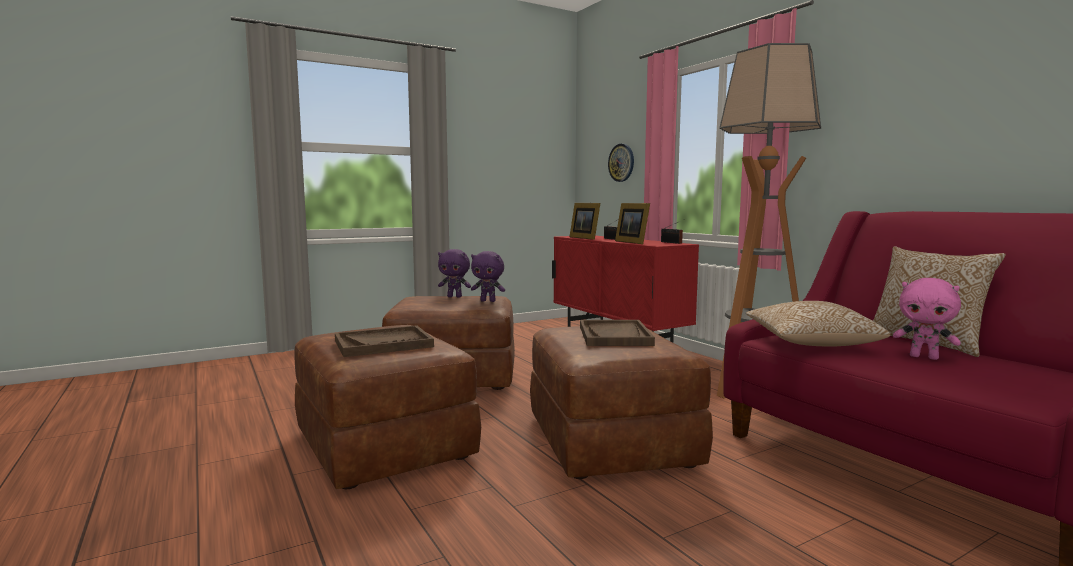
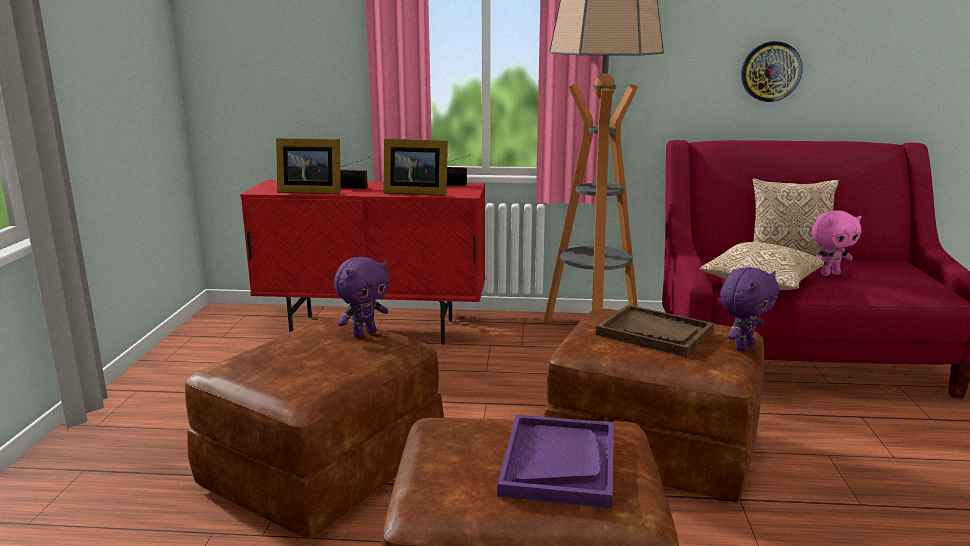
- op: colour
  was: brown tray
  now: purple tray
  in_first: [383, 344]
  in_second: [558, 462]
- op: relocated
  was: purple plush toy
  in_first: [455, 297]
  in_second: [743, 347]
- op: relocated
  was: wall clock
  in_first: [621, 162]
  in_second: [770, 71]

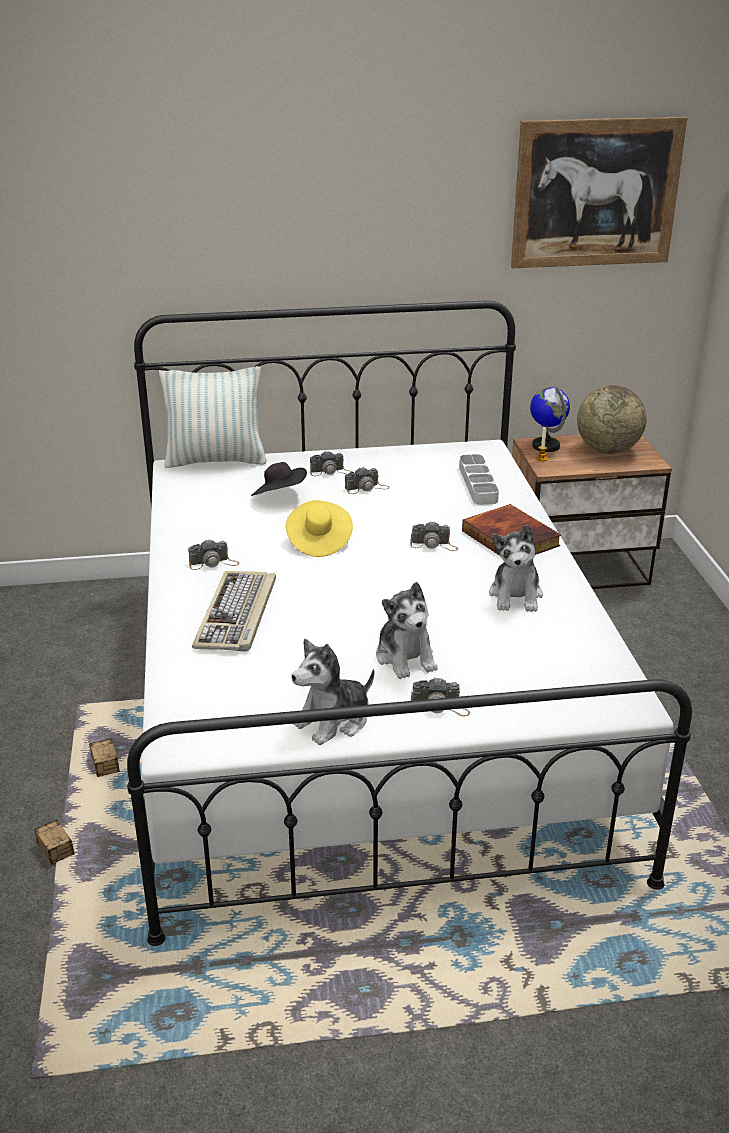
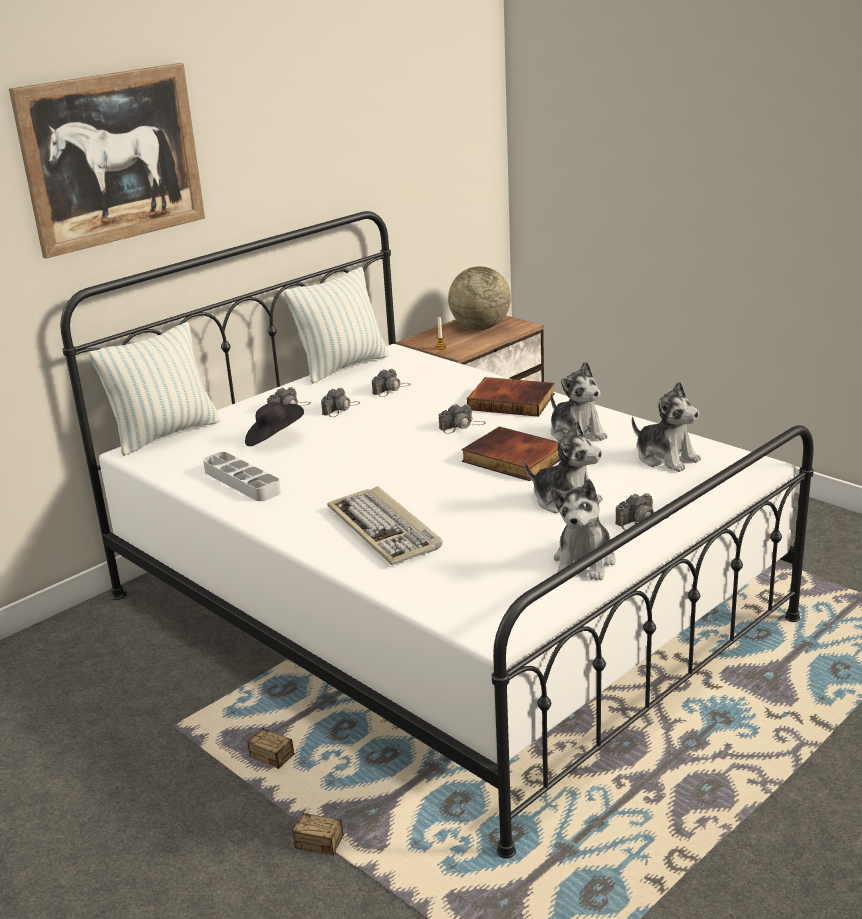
- op: relocated
  was: picture
  in_first: [596, 193]
  in_second: [112, 158]
- op: relocated
  was: grey tray
  in_first: [478, 484]
  in_second: [242, 481]
- op: appeared
  now: pillow
  in_second: [342, 367]
- op: relocated
  was: photo camera
  in_first: [213, 563]
  in_second: [391, 389]
- op: appeared
  now: book
  in_second: [512, 459]
- op: appeared
  now: plush toy
  in_second: [666, 458]
- op: missing
  was: yellow hat
  in_first: [318, 542]
- op: missing
  was: globe
  in_first: [546, 446]

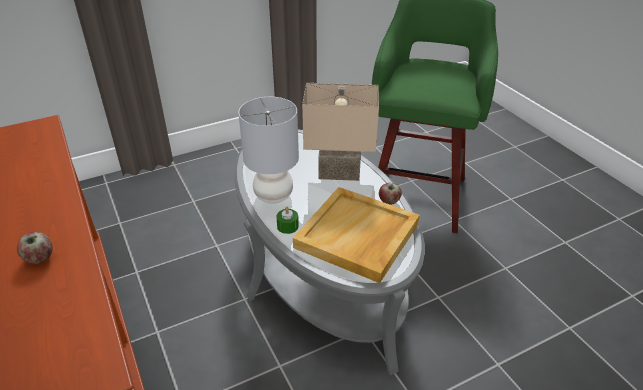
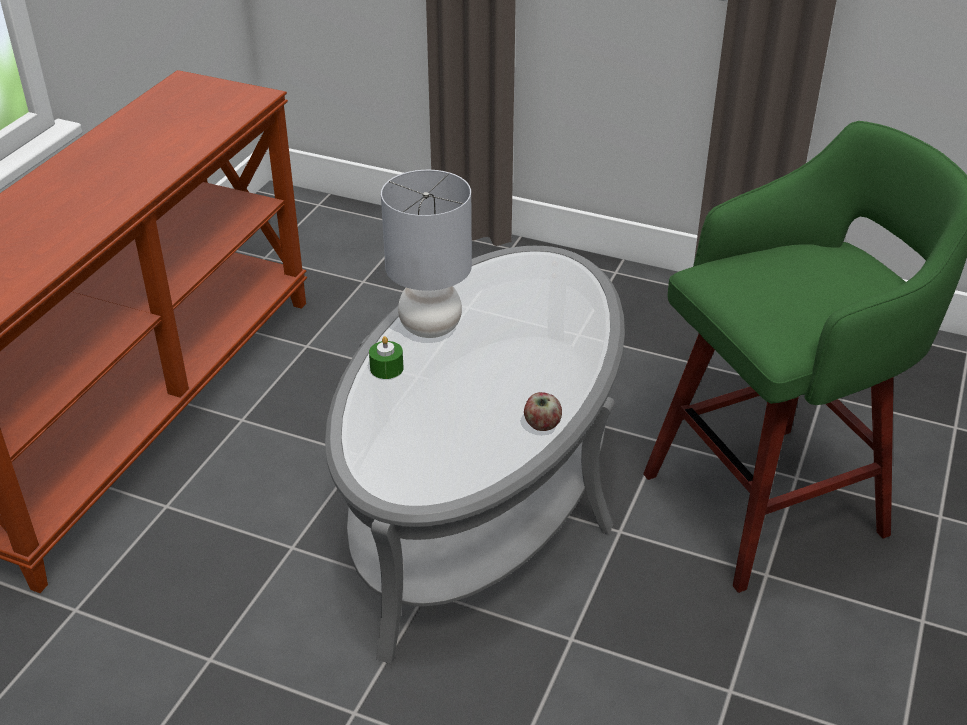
- op: missing
  was: apple
  in_first: [39, 258]
- op: missing
  was: beige tray
  in_first: [357, 236]
- op: missing
  was: beige table lamp
  in_first: [338, 173]

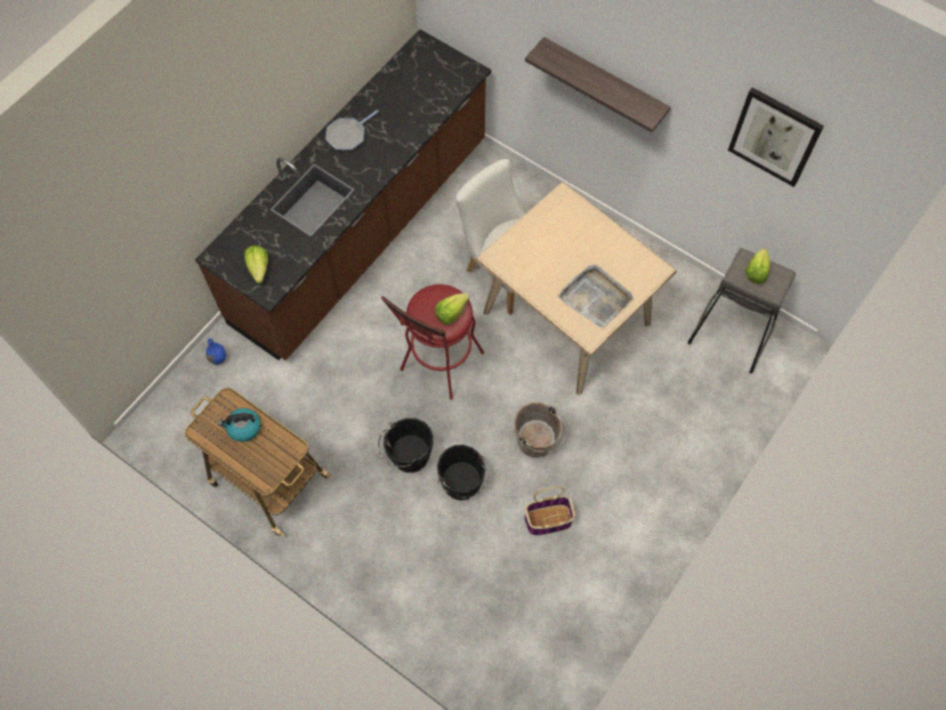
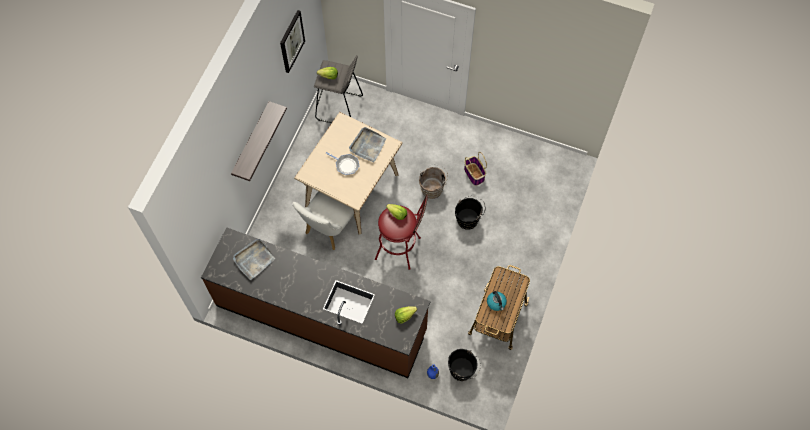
- op: appeared
  now: grey tray
  in_second: [254, 259]
- op: relocated
  was: frying pan
  in_first: [348, 135]
  in_second: [346, 165]
- op: relocated
  was: black bucket
  in_first: [407, 457]
  in_second: [463, 371]

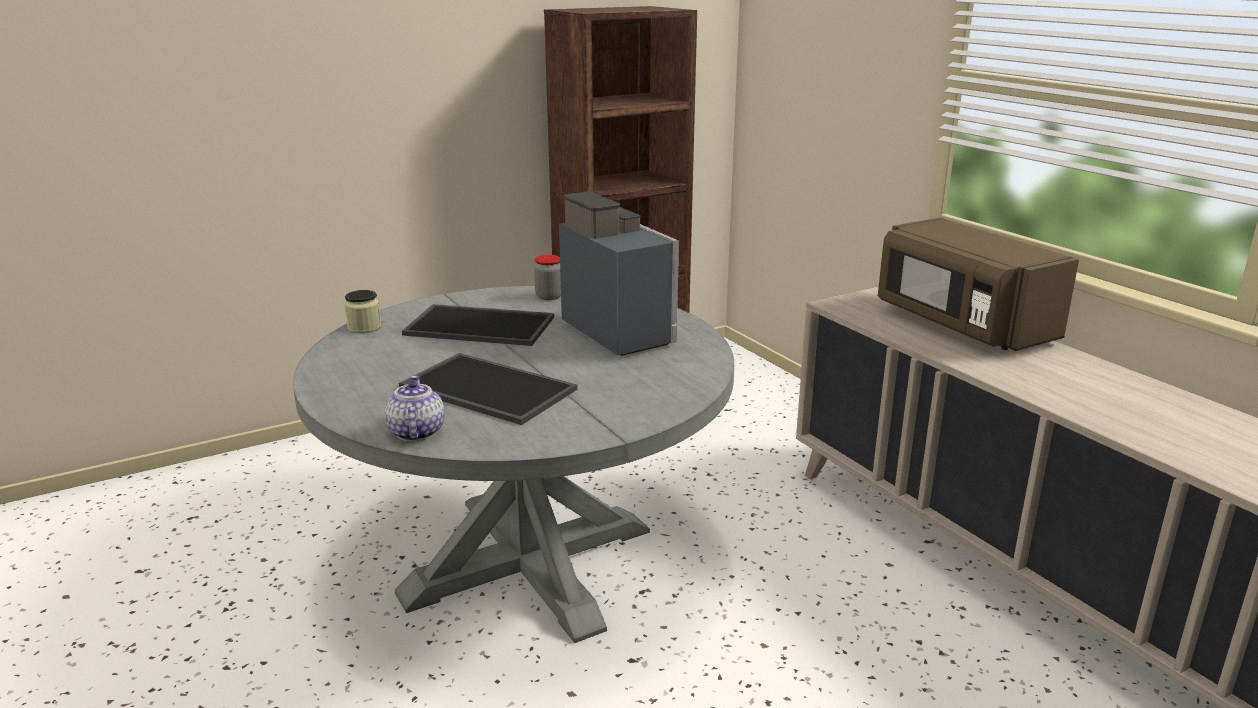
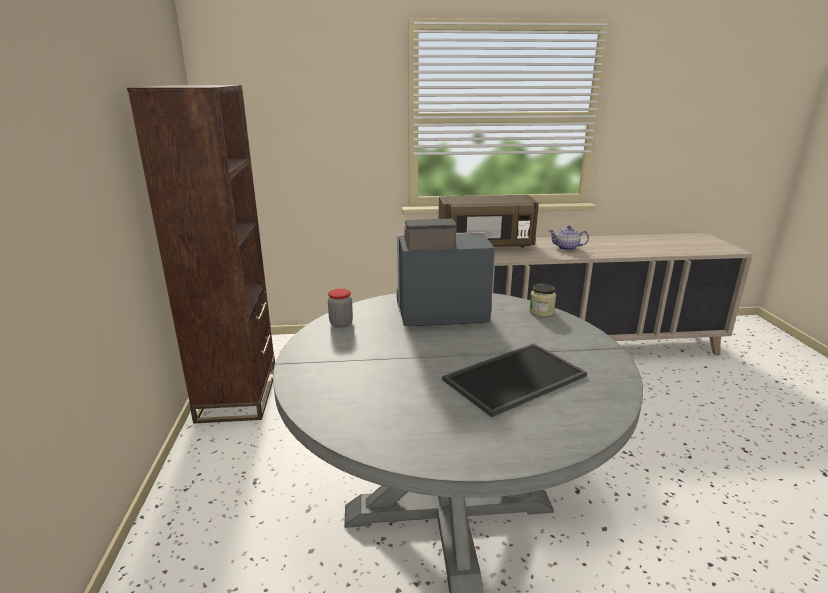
- op: relocated
  was: jar
  in_first: [364, 327]
  in_second: [541, 311]
- op: relocated
  was: teapot
  in_first: [415, 432]
  in_second: [566, 248]
- op: missing
  was: tray
  in_first: [482, 325]

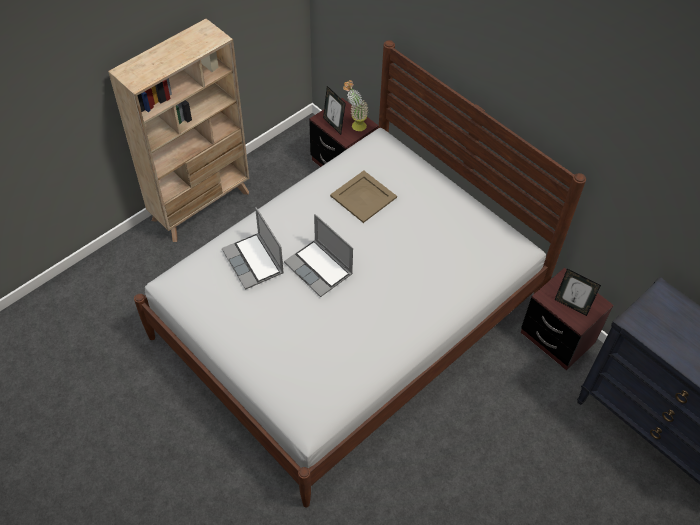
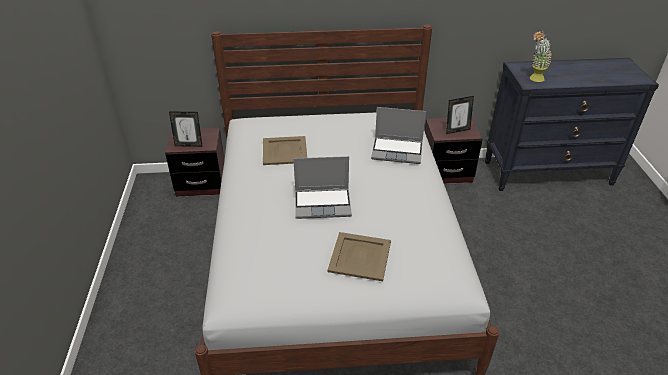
- op: appeared
  now: beige tray
  in_second: [359, 256]
- op: relocated
  was: laptop
  in_first: [254, 262]
  in_second: [398, 151]
- op: relocated
  was: potted plant
  in_first: [355, 125]
  in_second: [534, 79]
- op: missing
  was: beige bookcase
  in_first: [201, 206]

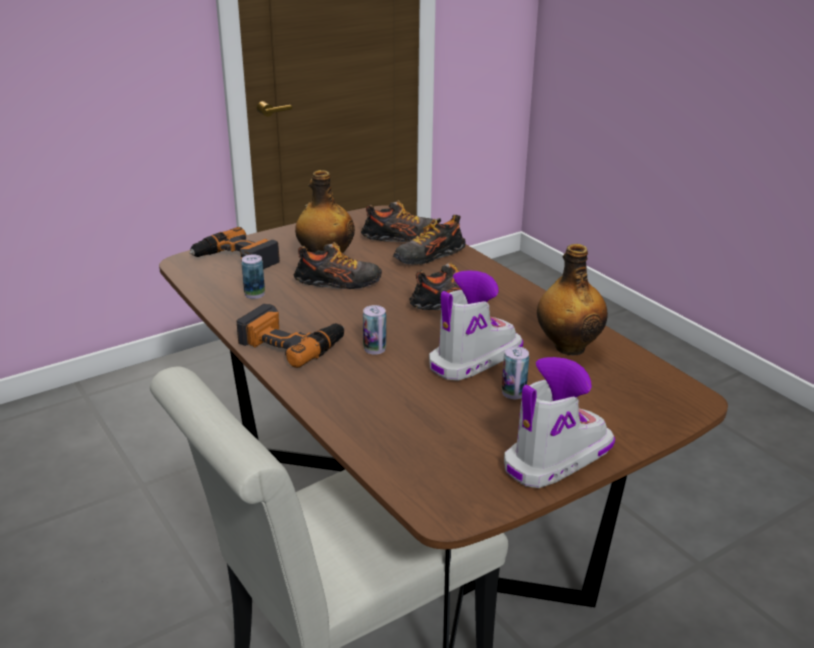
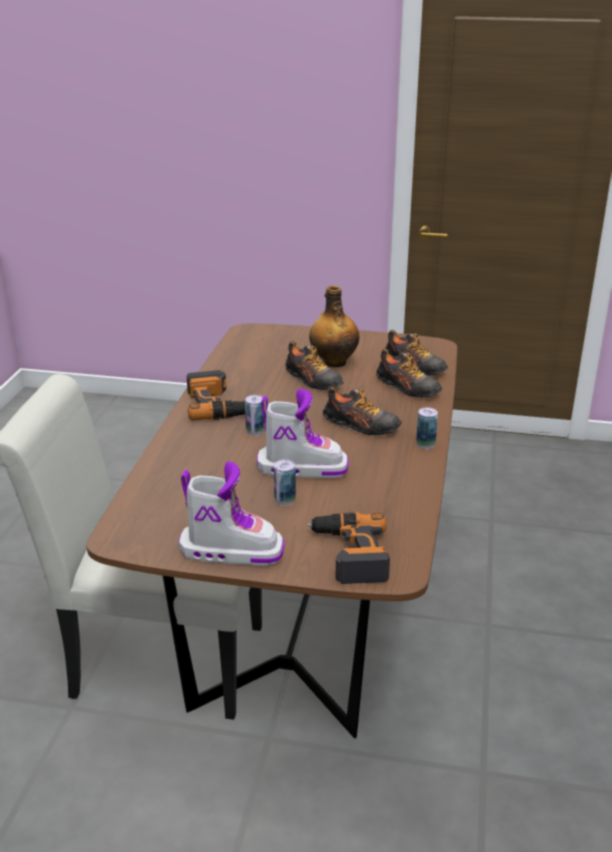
- op: relocated
  was: power drill
  in_first: [235, 259]
  in_second: [349, 554]
- op: spun
  was: shoe
  in_first: [429, 256]
  in_second: [407, 388]
  clockwise: -150
- op: relocated
  was: can
  in_first: [254, 294]
  in_second: [425, 444]
- op: missing
  was: bottle
  in_first: [568, 346]

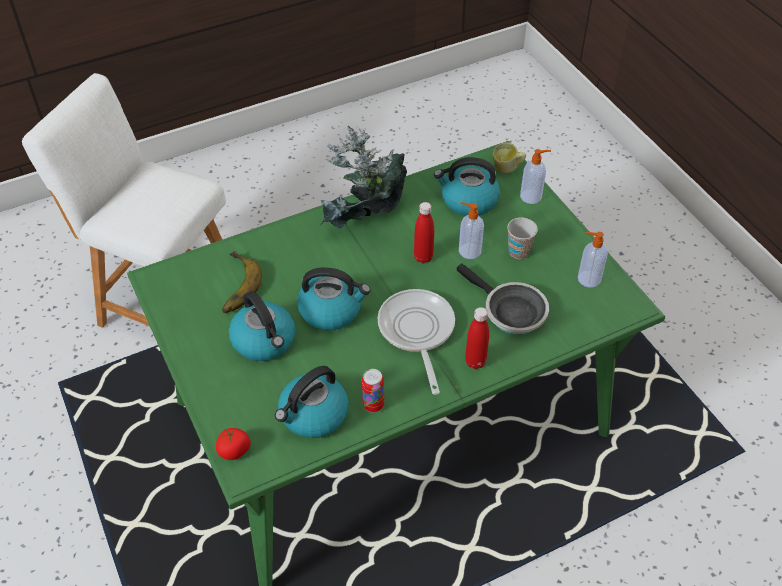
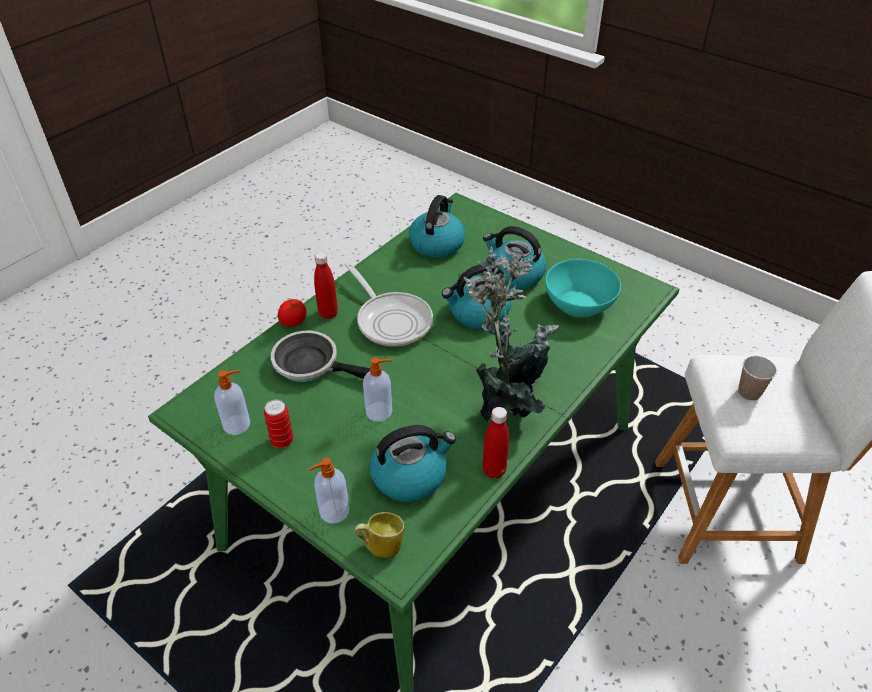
- op: relocated
  was: can
  in_first: [373, 405]
  in_second: [282, 441]
- op: relocated
  was: tomato
  in_first: [234, 450]
  in_second: [293, 321]
- op: relocated
  was: red bottle
  in_first: [423, 257]
  in_second: [494, 470]
- op: exchanged
  was: banana
  now: turquoise bowl
  in_first: [233, 286]
  in_second: [578, 304]
- op: relocated
  was: cup
  in_first: [518, 252]
  in_second: [749, 393]

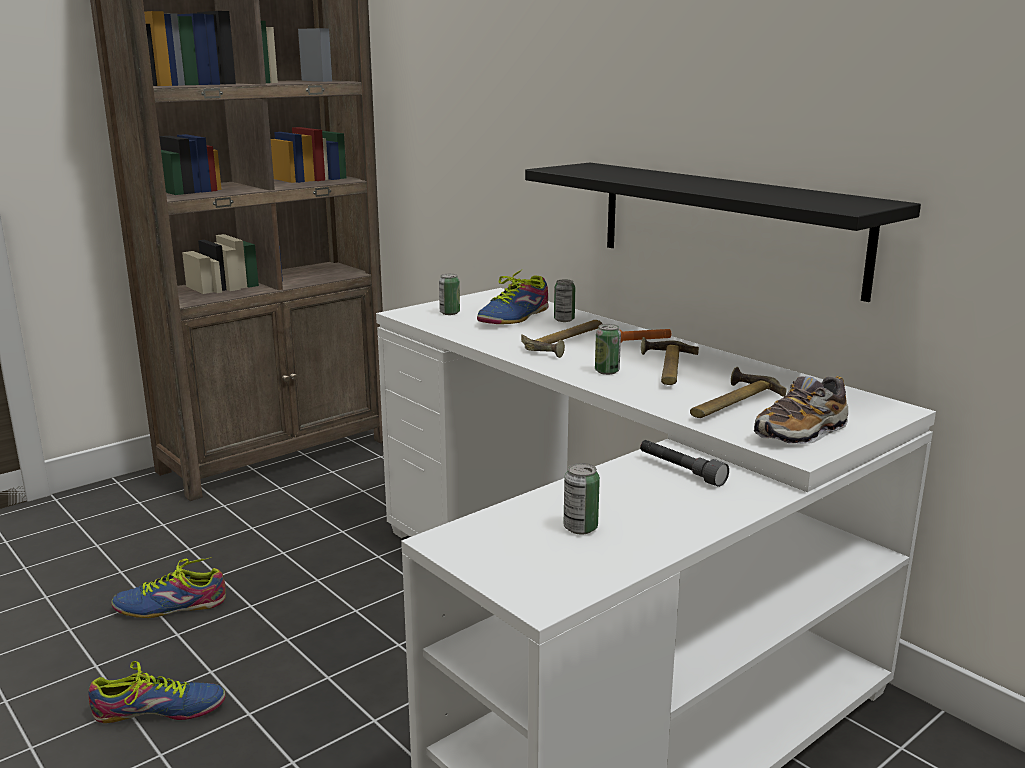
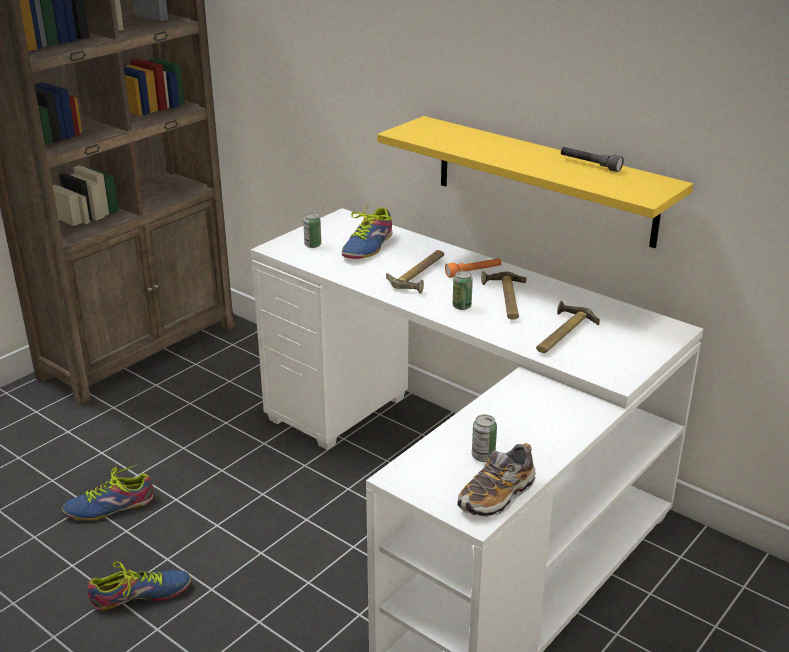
- op: colour
  was: black shelf
  now: yellow shelf
  in_first: [727, 226]
  in_second: [544, 180]
- op: relocated
  was: shoe
  in_first: [801, 433]
  in_second: [497, 496]
- op: relocated
  was: grey flashlight
  in_first: [680, 471]
  in_second: [589, 165]
- op: missing
  was: can
  in_first: [564, 320]

